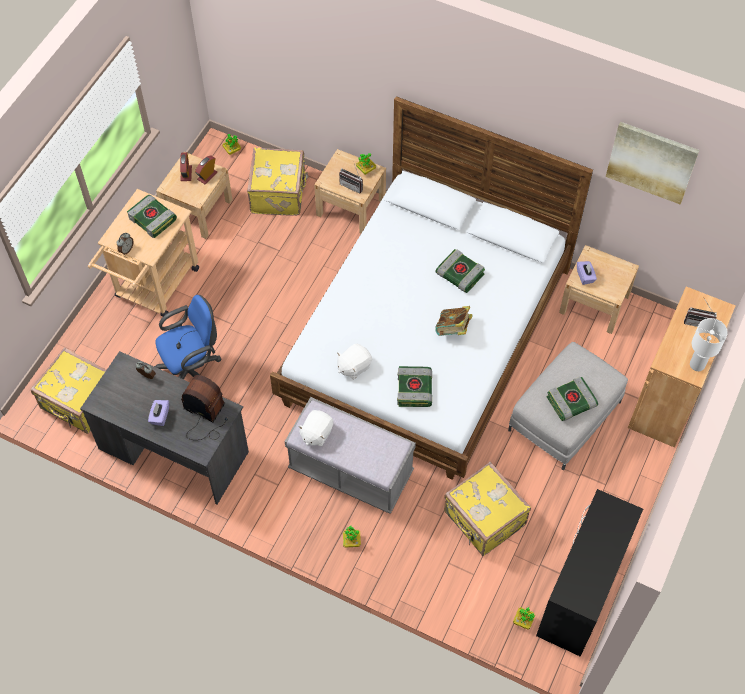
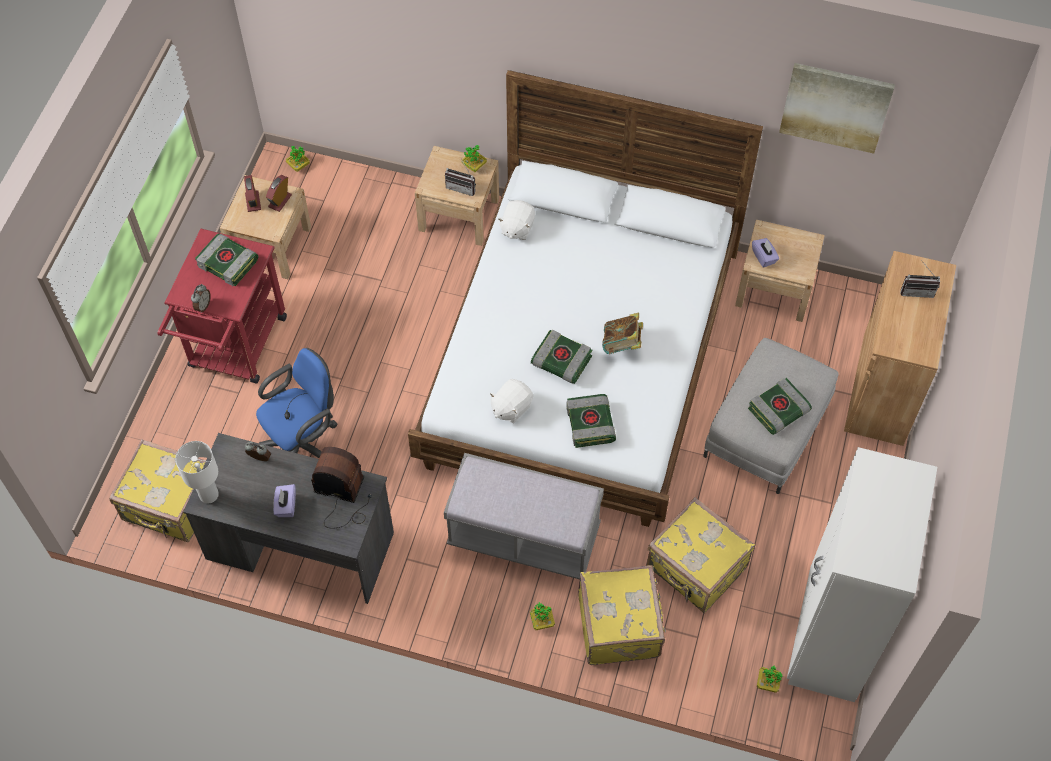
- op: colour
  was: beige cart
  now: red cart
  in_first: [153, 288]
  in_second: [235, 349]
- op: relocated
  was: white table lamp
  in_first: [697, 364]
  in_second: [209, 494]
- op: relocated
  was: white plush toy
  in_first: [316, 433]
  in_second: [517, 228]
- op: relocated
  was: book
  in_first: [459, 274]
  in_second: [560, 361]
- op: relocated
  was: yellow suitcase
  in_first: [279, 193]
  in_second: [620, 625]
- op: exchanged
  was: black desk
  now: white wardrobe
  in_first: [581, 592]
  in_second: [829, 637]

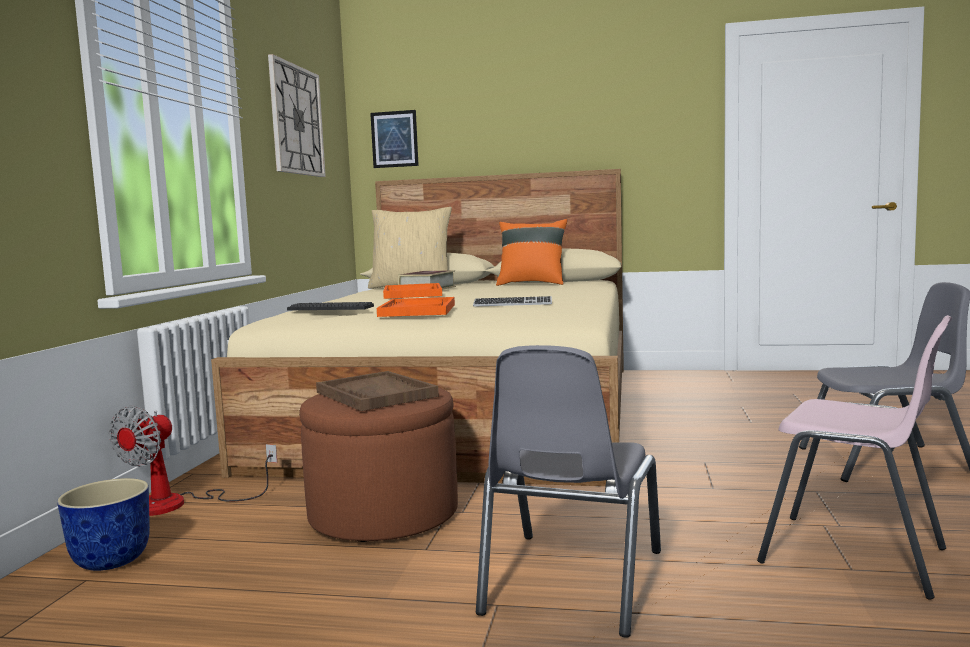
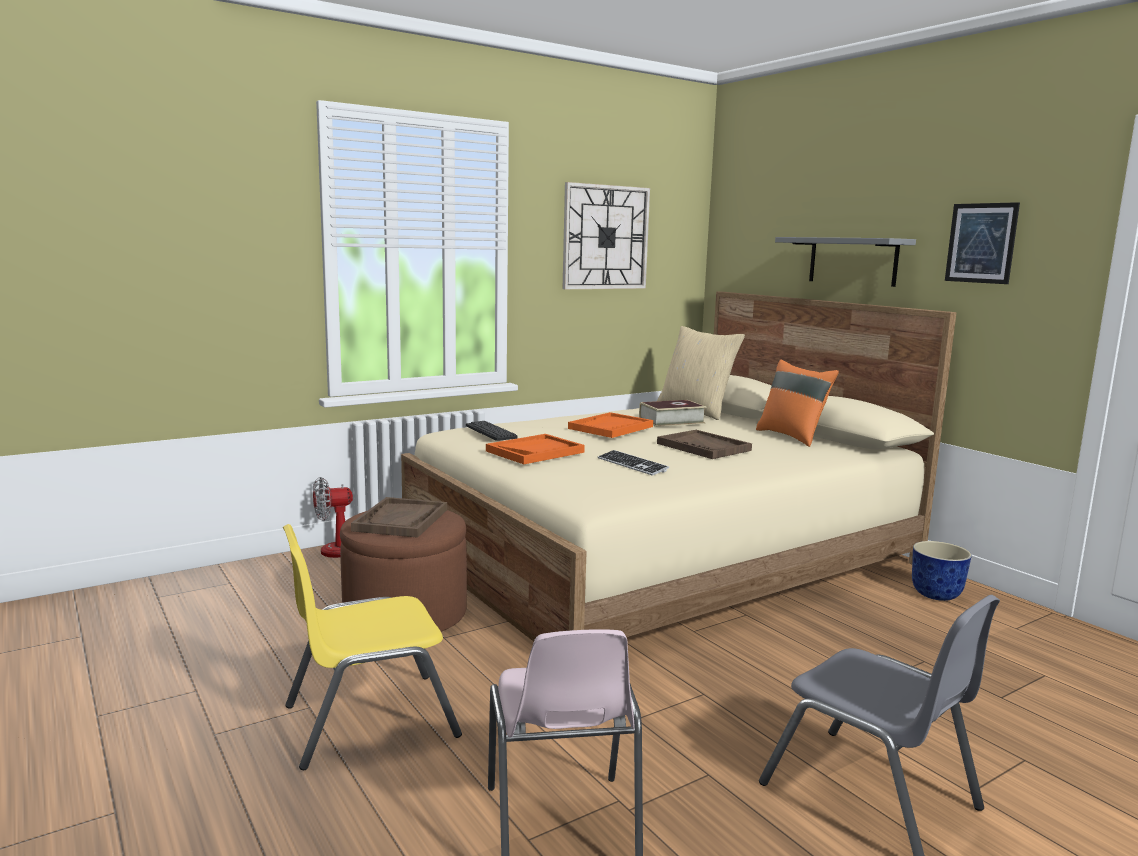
- op: colour
  was: grey chair
  now: yellow chair
  in_first: [571, 581]
  in_second: [369, 720]
- op: appeared
  now: brown tray
  in_second: [704, 447]
- op: appeared
  now: grey shelf
  in_second: [852, 261]
- op: relocated
  was: planter
  in_first: [110, 561]
  in_second: [935, 594]
- op: relocated
  was: picture
  in_first: [394, 139]
  in_second: [981, 243]

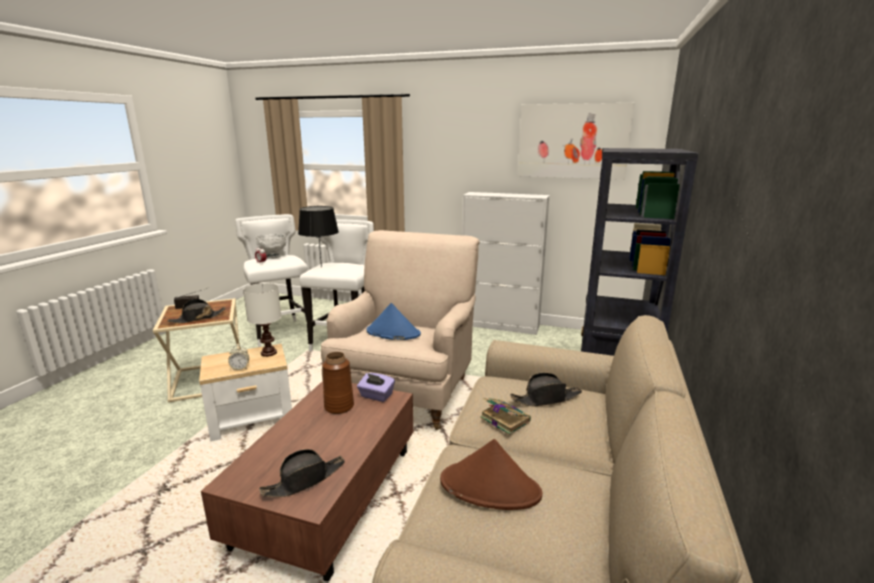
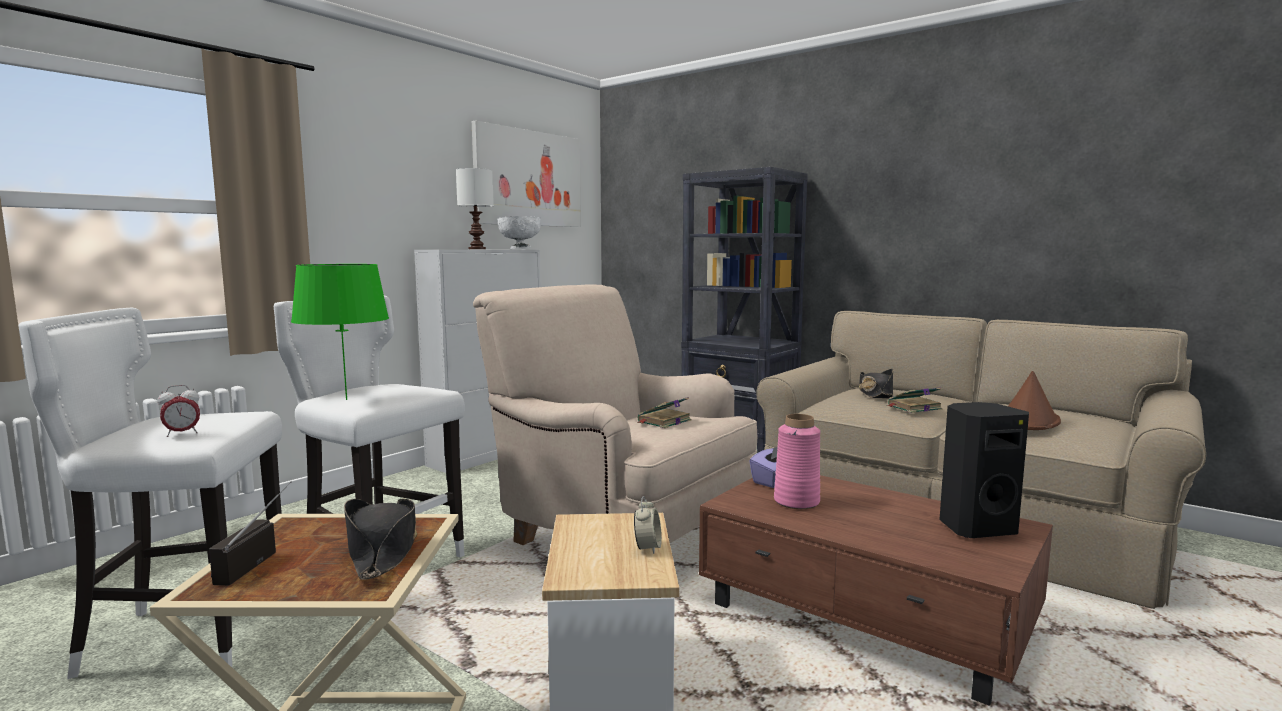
- op: colour
  was: black table lamp
  now: green table lamp
  in_first: [321, 267]
  in_second: [346, 399]
- op: relocated
  was: white table lamp
  in_first: [268, 353]
  in_second: [477, 249]
- op: relocated
  was: white bowl
  in_first: [273, 257]
  in_second: [520, 249]
- op: exchanged
  was: blue hat
  now: book
  in_first: [393, 333]
  in_second: [663, 421]
- op: colour
  was: brown vase
  now: pink vase
  in_first: [339, 406]
  in_second: [797, 501]
- op: exchanged
  was: black hat
  now: black speaker
  in_first: [304, 480]
  in_second: [975, 527]

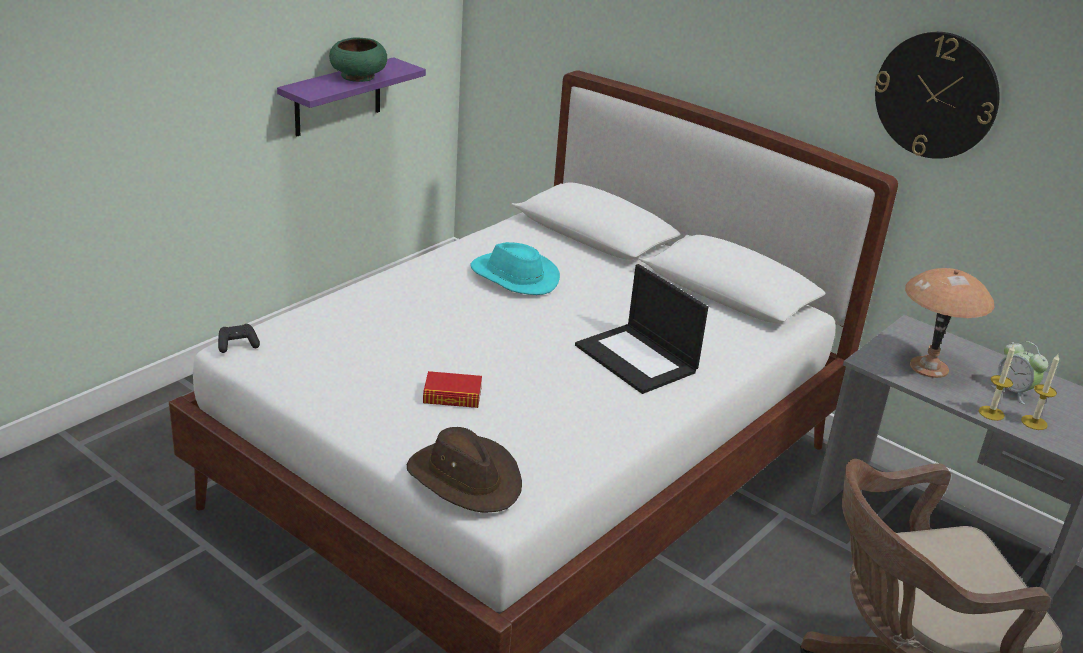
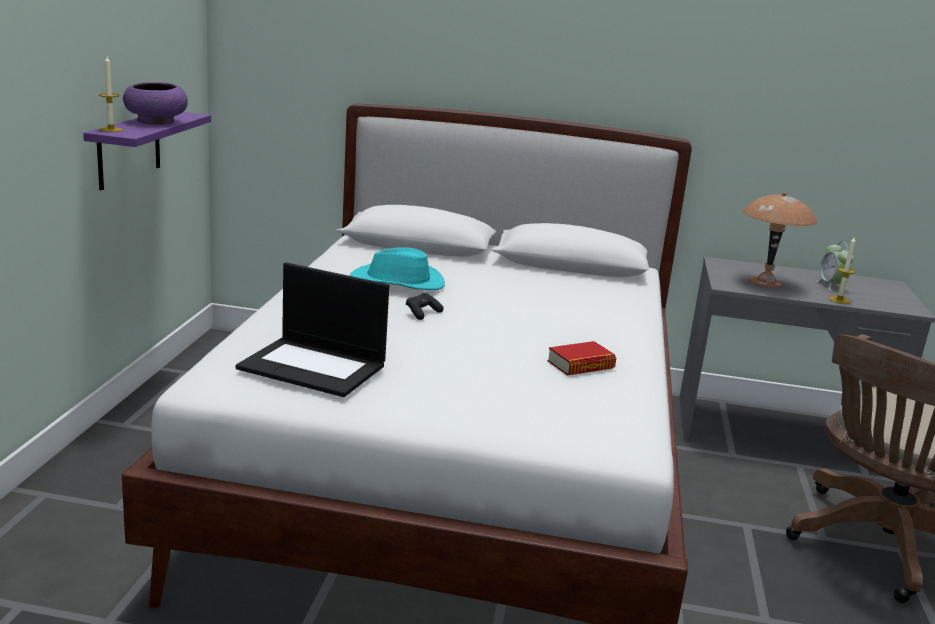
- op: relocated
  was: candle
  in_first: [1034, 422]
  in_second: [110, 129]
- op: colour
  was: green bowl
  now: purple bowl
  in_first: [358, 77]
  in_second: [156, 122]
- op: relocated
  was: laptop
  in_first: [637, 359]
  in_second: [314, 367]
- op: relocated
  was: black game controller
  in_first: [237, 345]
  in_second: [422, 313]
- op: relocated
  was: book
  in_first: [452, 396]
  in_second: [580, 365]
- op: spun
  was: alarm clock
  in_first: [1013, 392]
  in_second: [831, 286]
  clockwise: 60
- op: missing
  was: brown hat
  in_first: [465, 478]
- op: missing
  was: wall clock
  in_first: [936, 95]

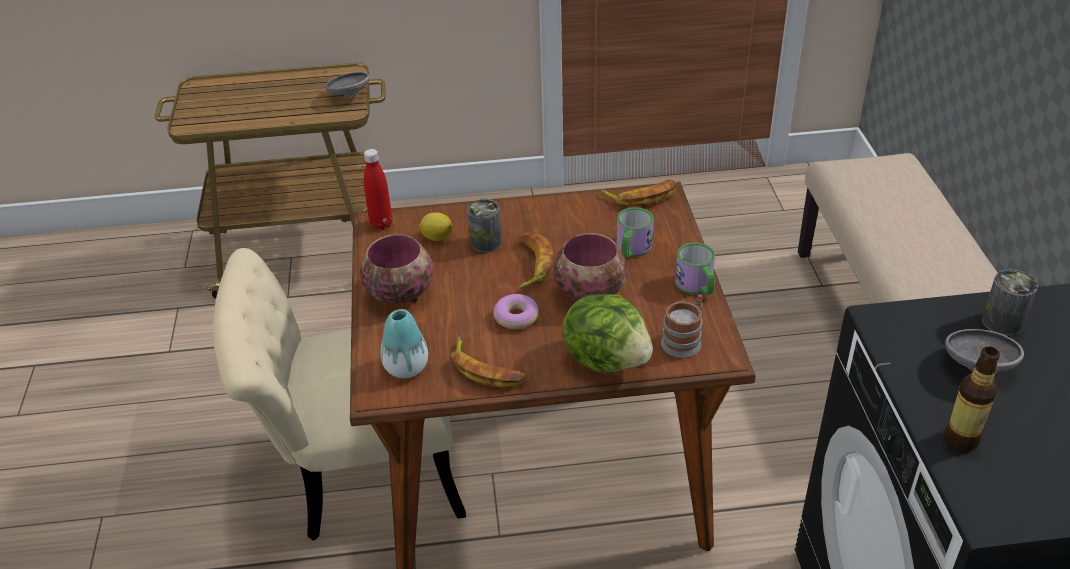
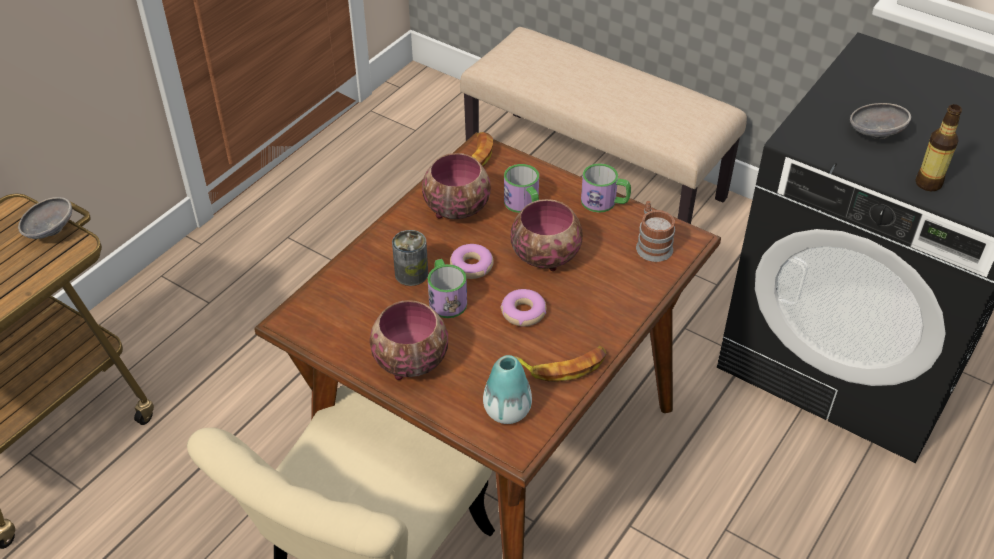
- op: appeared
  now: bowl
  in_second: [455, 209]
- op: appeared
  now: mug
  in_second: [446, 298]
- op: exchanged
  was: banana
  now: donut
  in_first: [531, 264]
  in_second: [471, 266]
- op: missing
  was: red bottle
  in_first: [381, 224]
- op: missing
  was: lemon
  in_first: [436, 237]
- op: missing
  was: lettuce
  in_first: [607, 358]
- op: missing
  was: can
  in_first: [1002, 322]

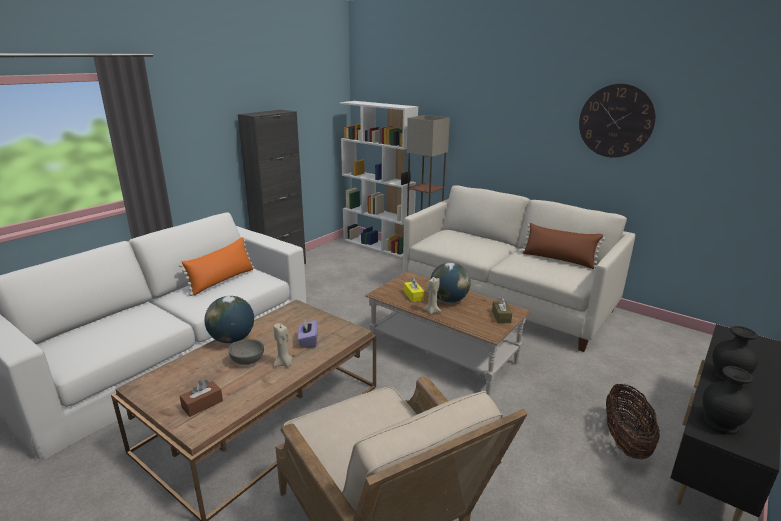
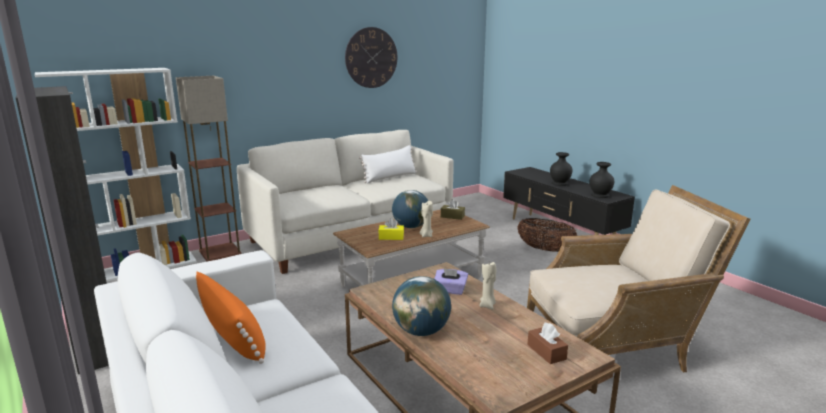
- op: colour
  was: brown pillow
  now: white pillow
  in_first: [558, 260]
  in_second: [390, 177]
- op: missing
  was: grey bowl
  in_first: [247, 360]

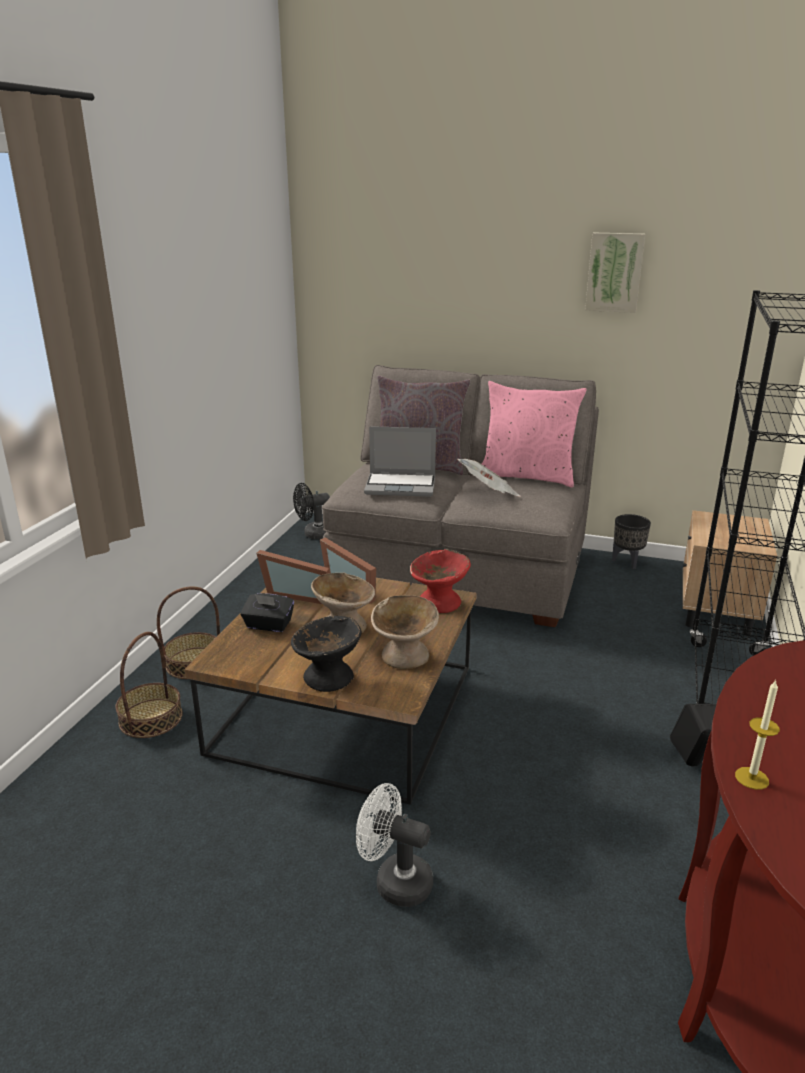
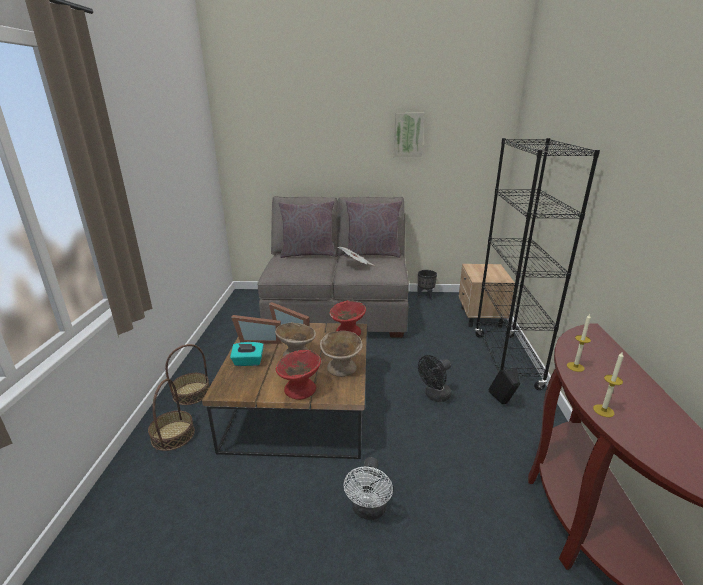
- op: colour
  was: black tissue box
  now: turquoise tissue box
  in_first: [268, 625]
  in_second: [248, 362]
- op: colour
  was: black bowl
  now: red bowl
  in_first: [328, 677]
  in_second: [300, 389]
- op: spun
  was: white fan
  in_first: [395, 881]
  in_second: [369, 510]
  clockwise: -90
- op: colour
  was: pink pillow
  now: grey pillow
  in_first: [527, 476]
  in_second: [372, 254]
- op: relocated
  was: black fan
  in_first: [313, 535]
  in_second: [434, 396]
- op: appeared
  now: candle
  in_second: [575, 367]
- op: missing
  was: laptop
  in_first: [401, 486]

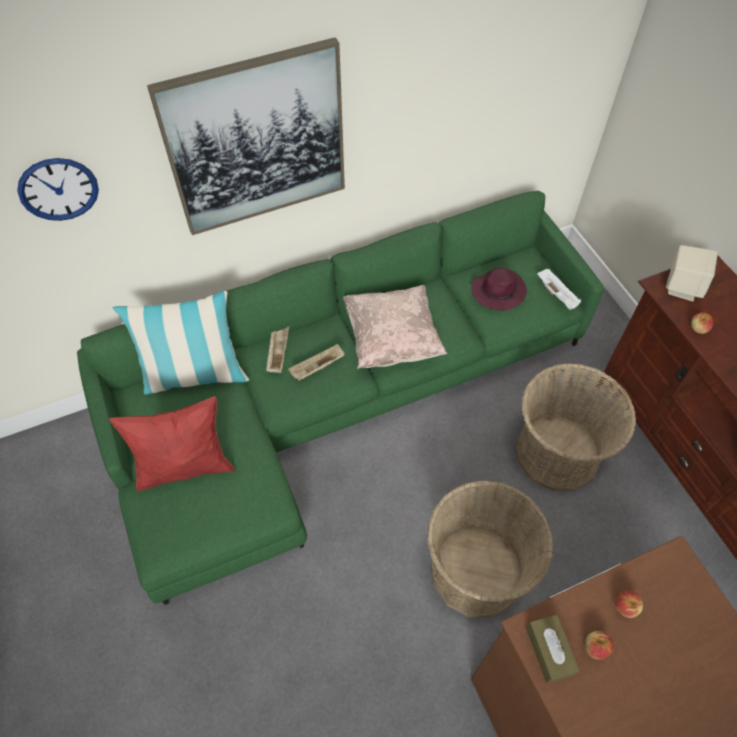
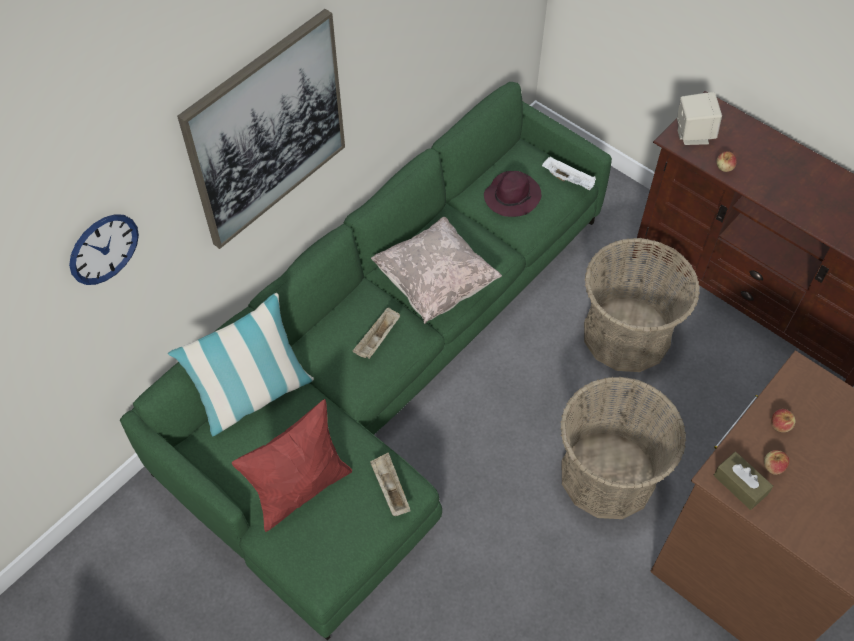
- op: relocated
  was: beige tray
  in_first: [278, 353]
  in_second: [390, 489]

